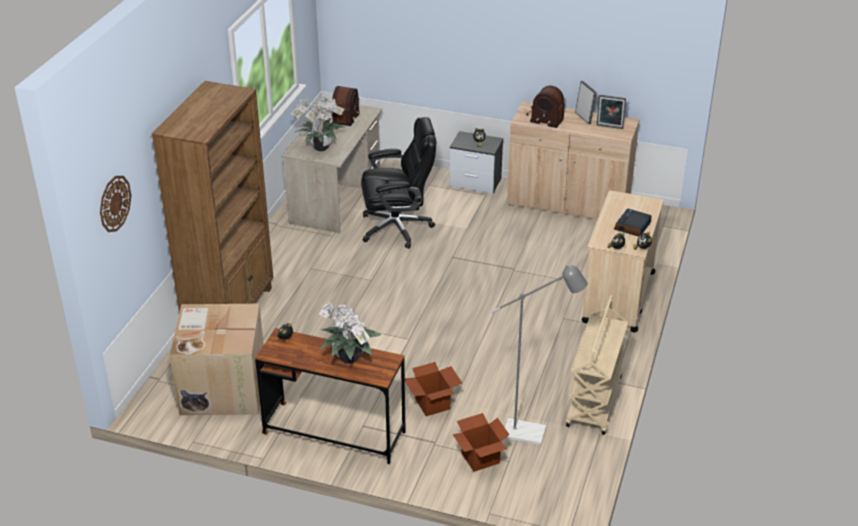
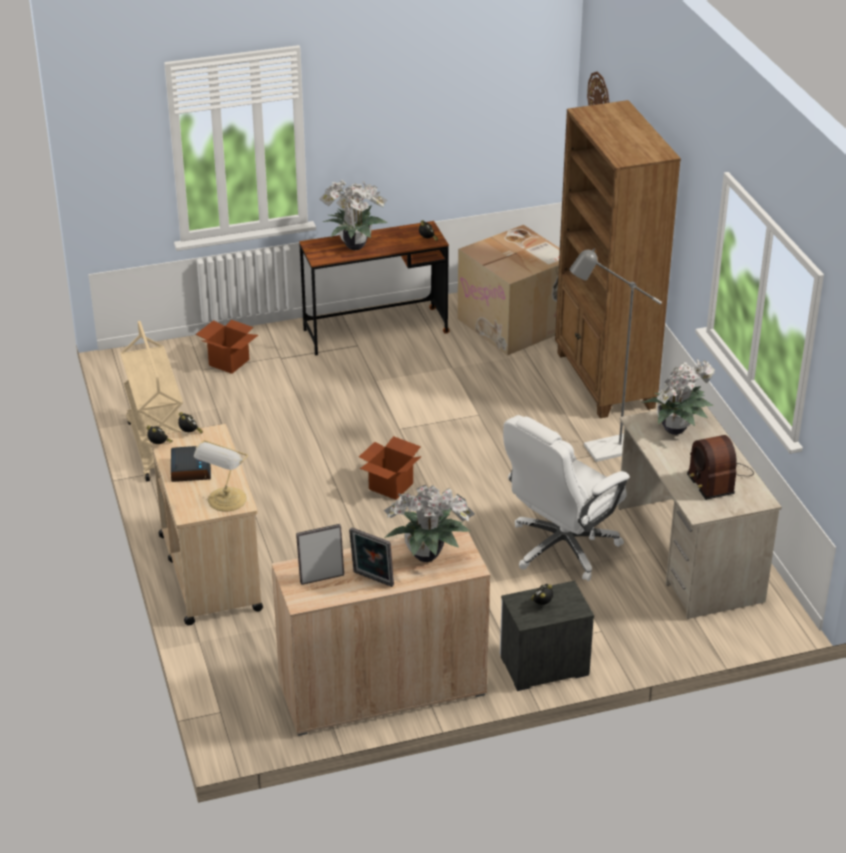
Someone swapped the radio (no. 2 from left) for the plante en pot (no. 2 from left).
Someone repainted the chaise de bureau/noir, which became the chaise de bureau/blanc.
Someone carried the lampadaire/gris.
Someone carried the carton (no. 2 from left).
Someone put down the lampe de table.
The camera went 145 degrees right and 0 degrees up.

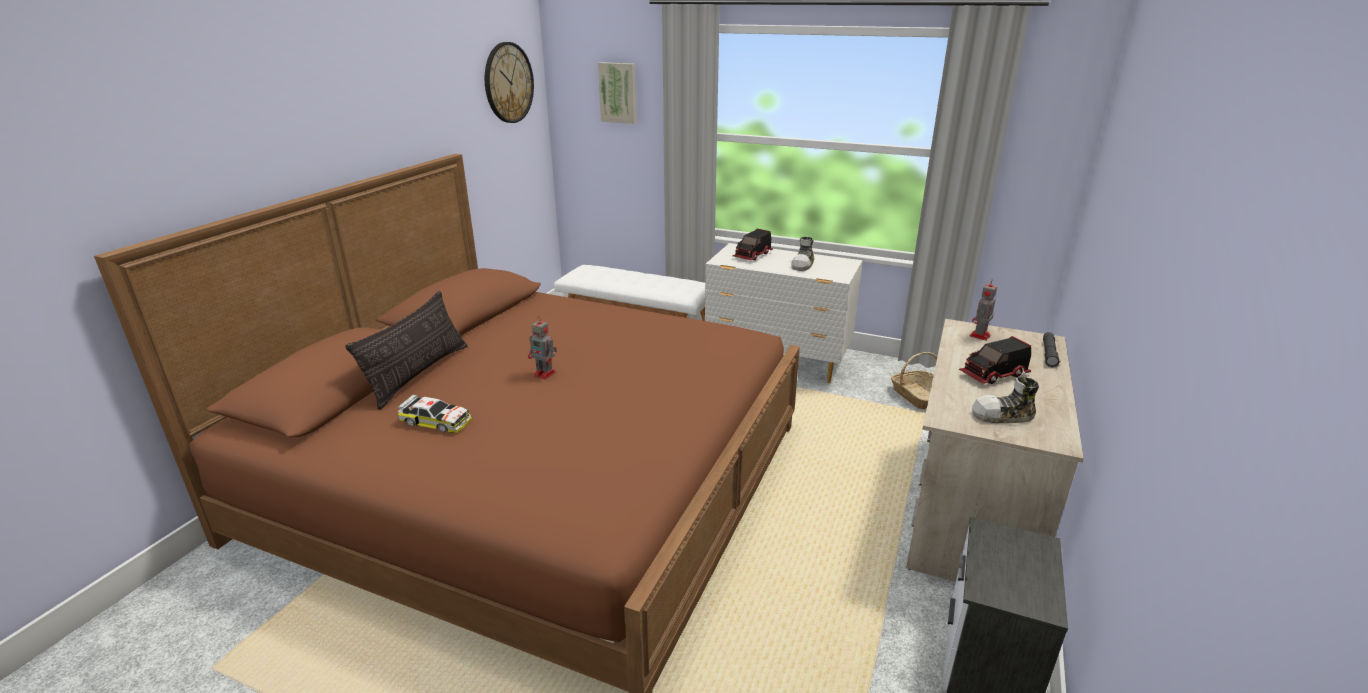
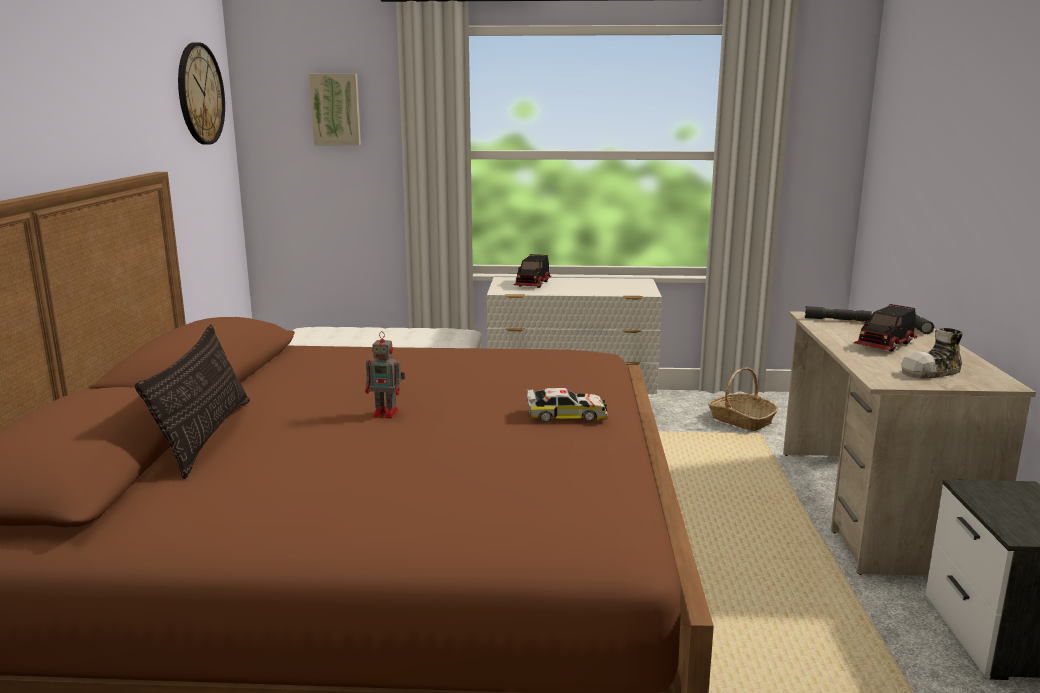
Someone took away the chaussure (no. 1 from left).
Someone swapped the robot jouet (no. 2 from left) for the lampe de poche/gris (no. 1 from left).
Someone carried the petite voiture.
The camera went 20 degrees left and 10 degrees down.

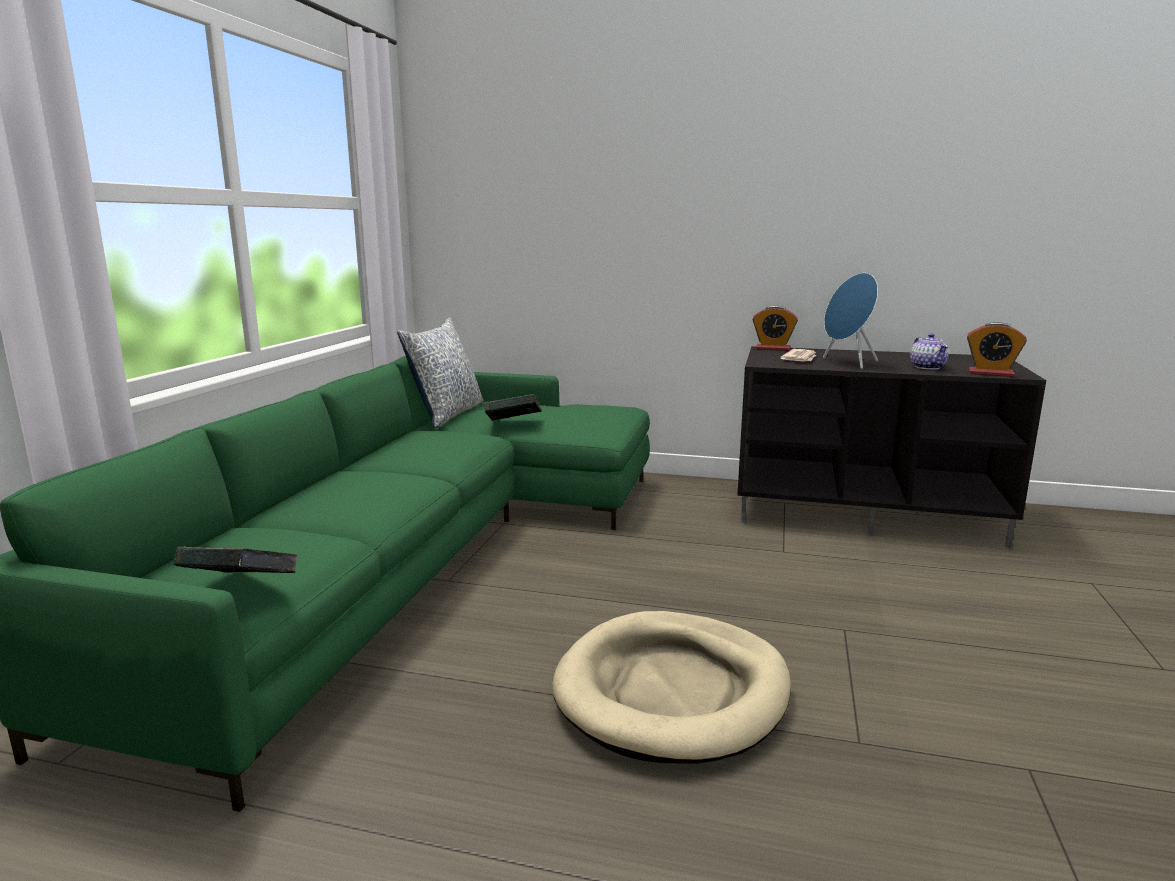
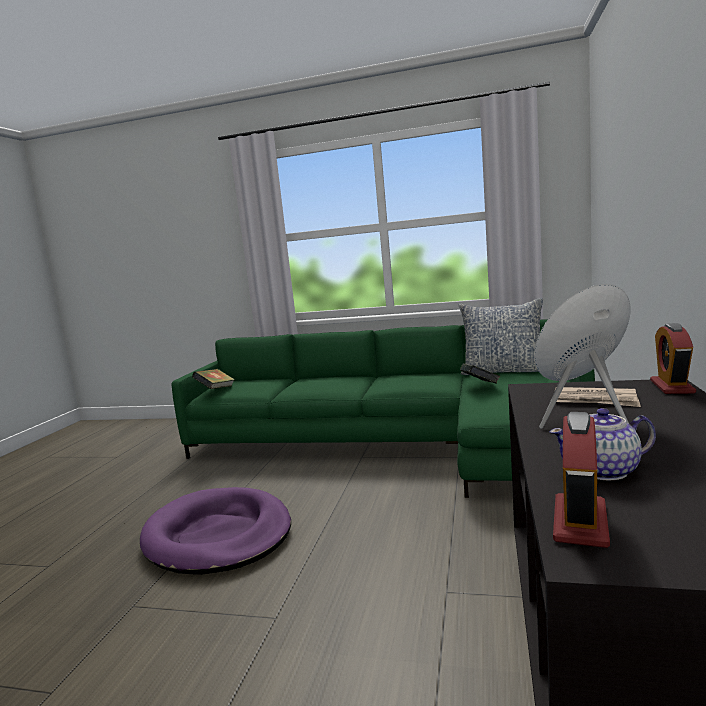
Someone repainted the panier pour chien/beige, which became the panier pour chien/violet.
The camera went 90 degrees right and 5 degrees down.

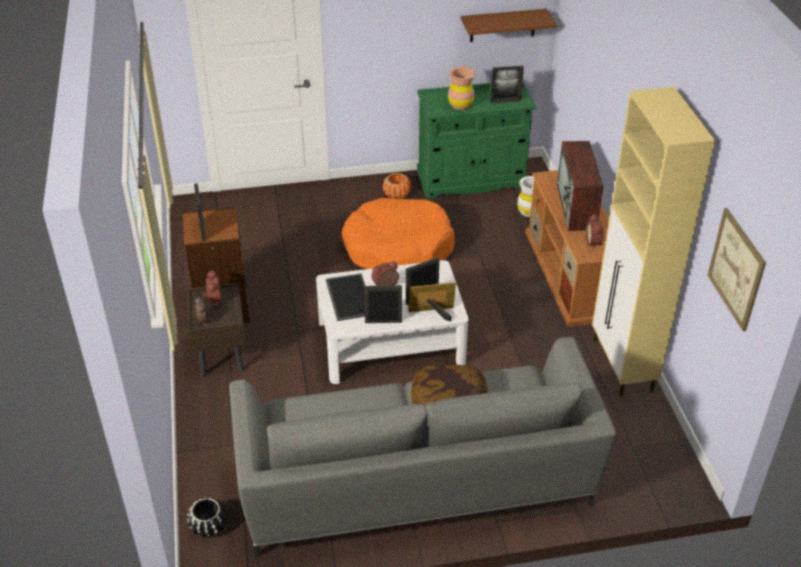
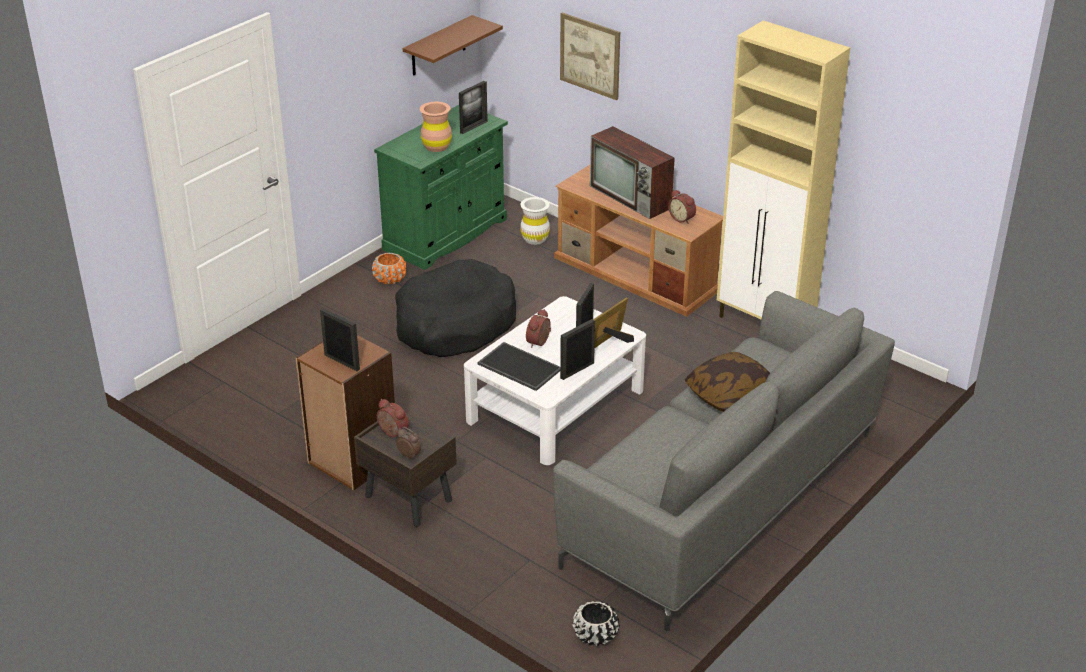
Someone repainted the panier pour chien/orange, which became the panier pour chien/noir.
Someone carried the tableau.
The camera went 40 degrees left and 5 degrees down.

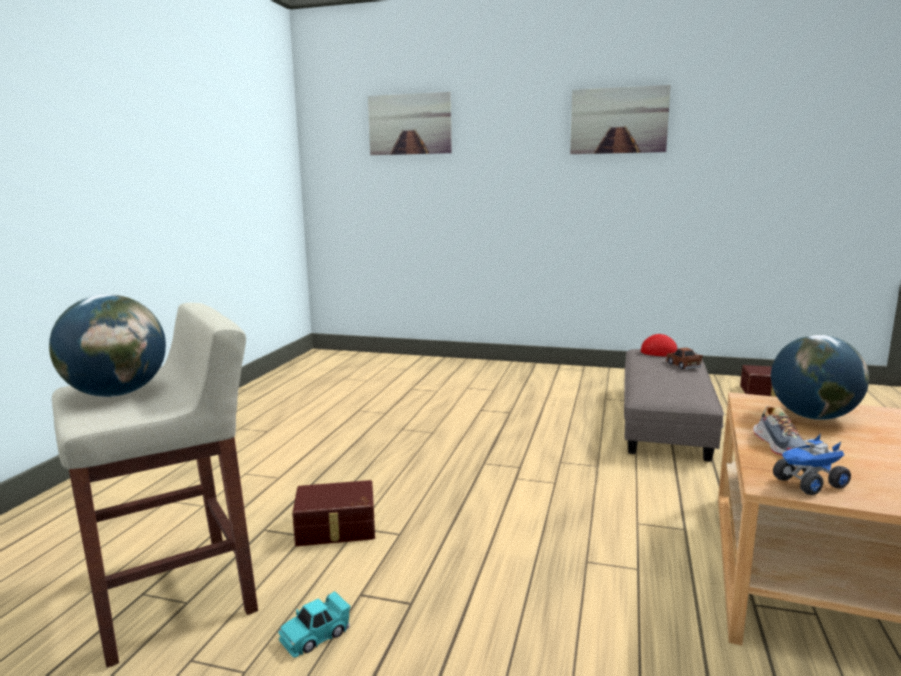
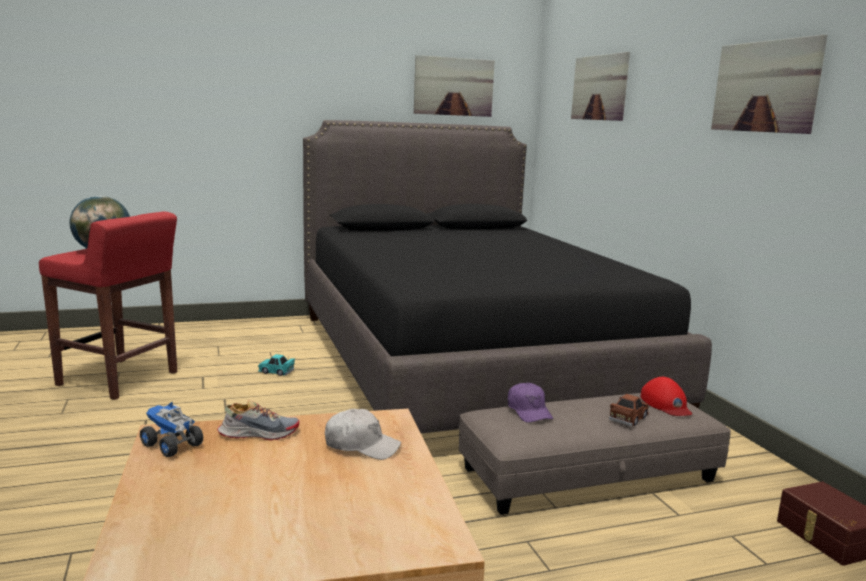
Someone repainted the tabouret/beige, which became the tabouret/rouge.
Someone swapped the globe (no. 2 from left) for the casquette/blanc.
Someone rotated the chaussure by 150 degrees counterclockwise.
Someone took away the boîte de rangement/marron (no. 1 from left).
Someone carried the petite voiture/turquoise.
Someone put up the tableau (no. 1 from left).
Someone put down the lit/noir.
Someone put down the casquette/violet.
The camera went 55 degrees right and 0 degrees up.

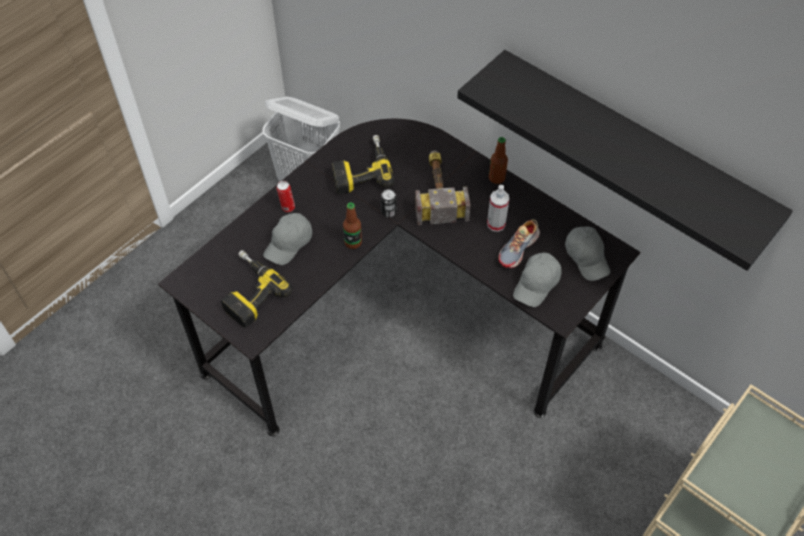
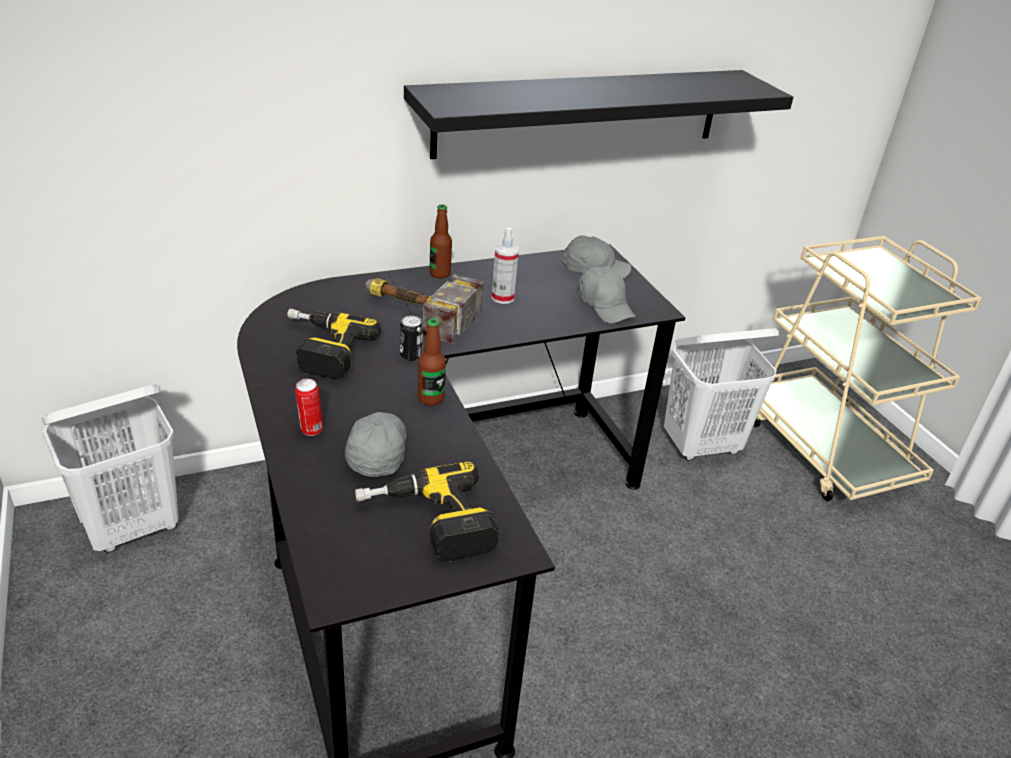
Someone rotated the casquette/gris (no. 1 from left) by 150 degrees counterclockwise.
Someone took away the chaussure.
Someone put down the panier à linge/blanc (no. 2 from left).
The camera went 65 degrees left and 20 degrees down.

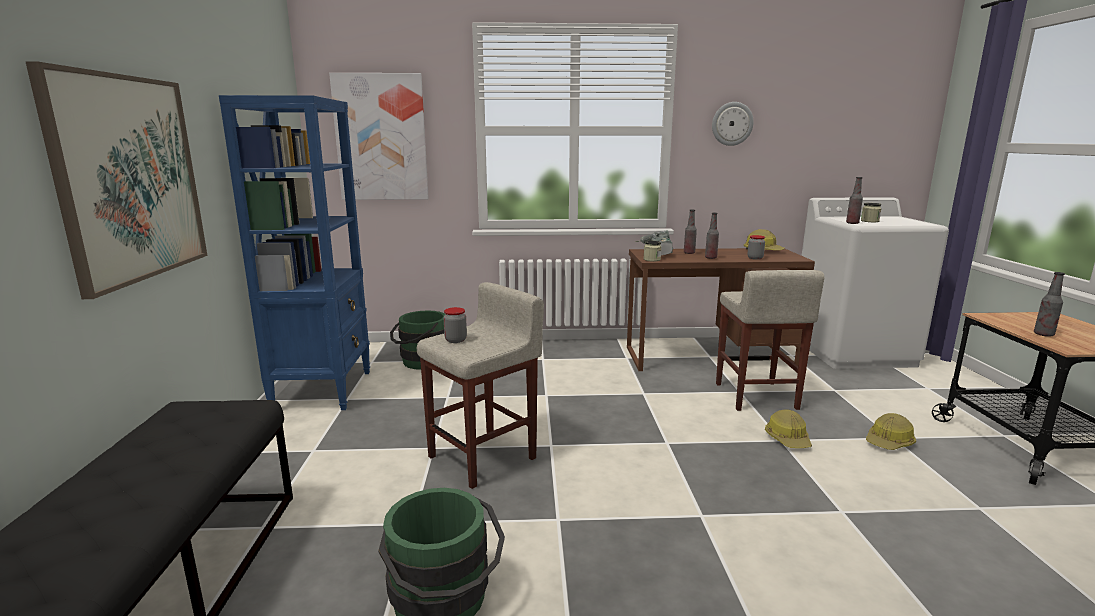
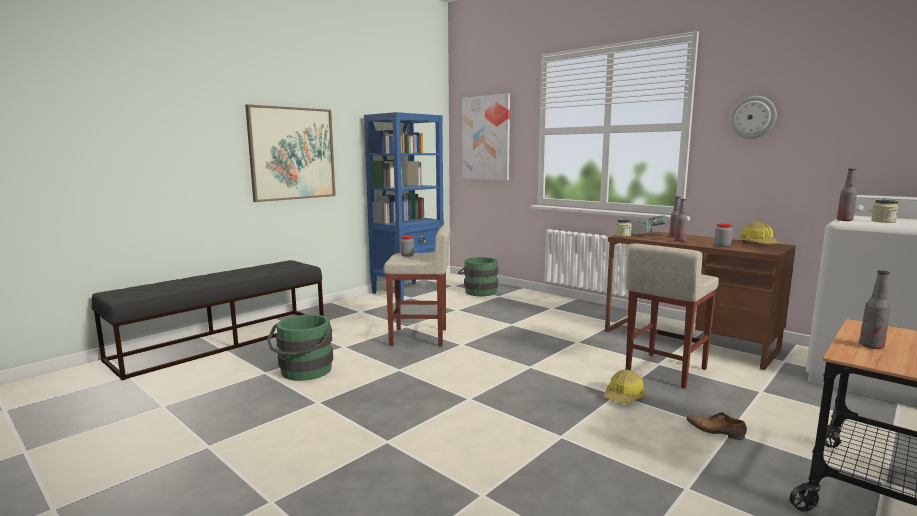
Someone swapped the casque de chantier (no. 3 from left) for the chaussure.
The camera went 45 degrees right and 5 degrees down.

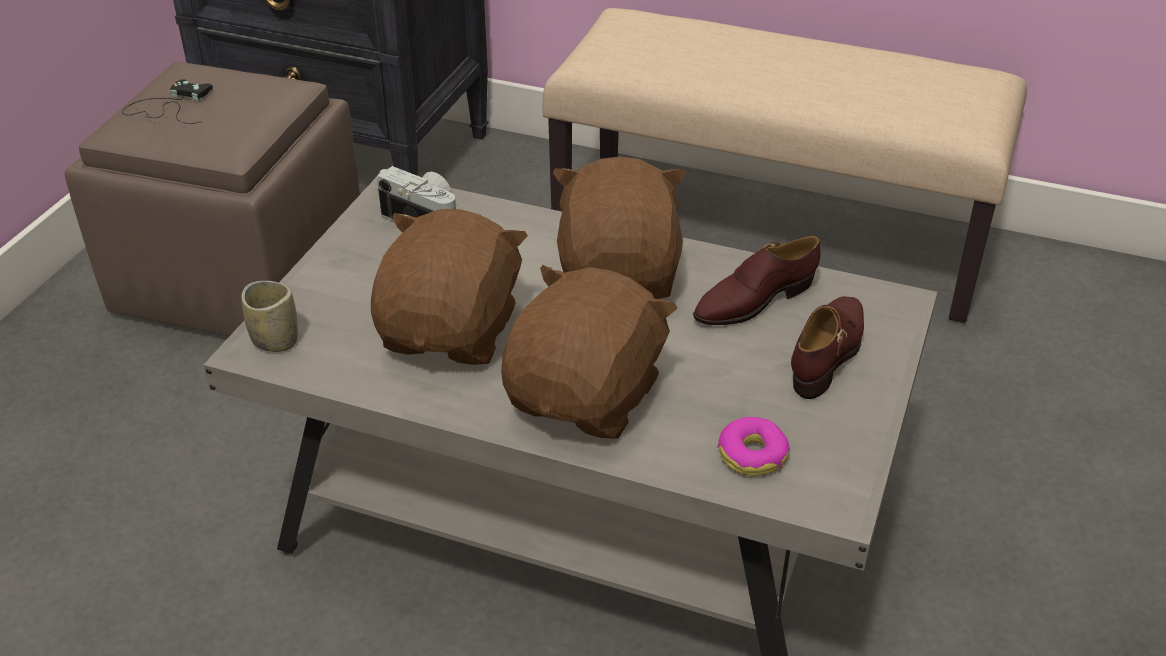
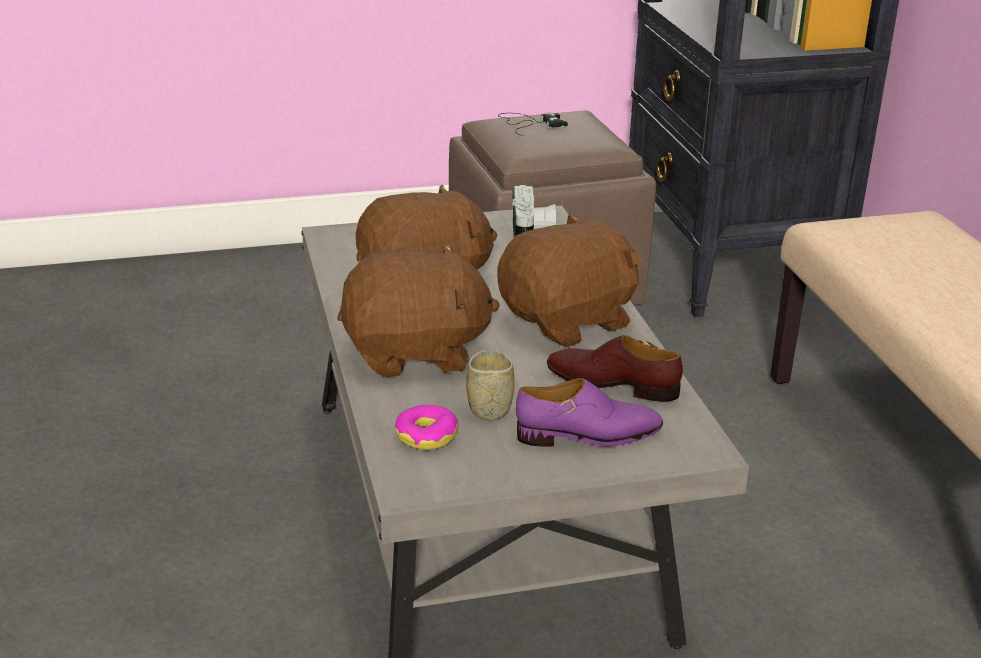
Someone carried the tasse.
Someone repainted the chaussure/marron (no. 2 from left), which became the chaussure/violet.
The camera went 55 degrees right and 10 degrees down.

